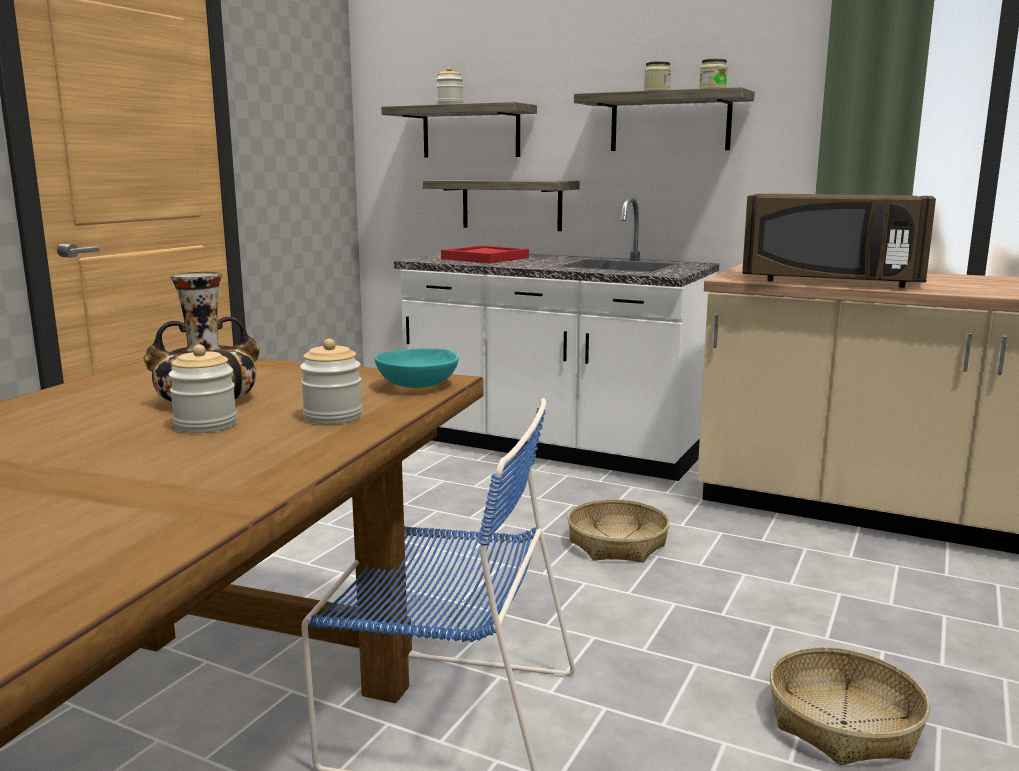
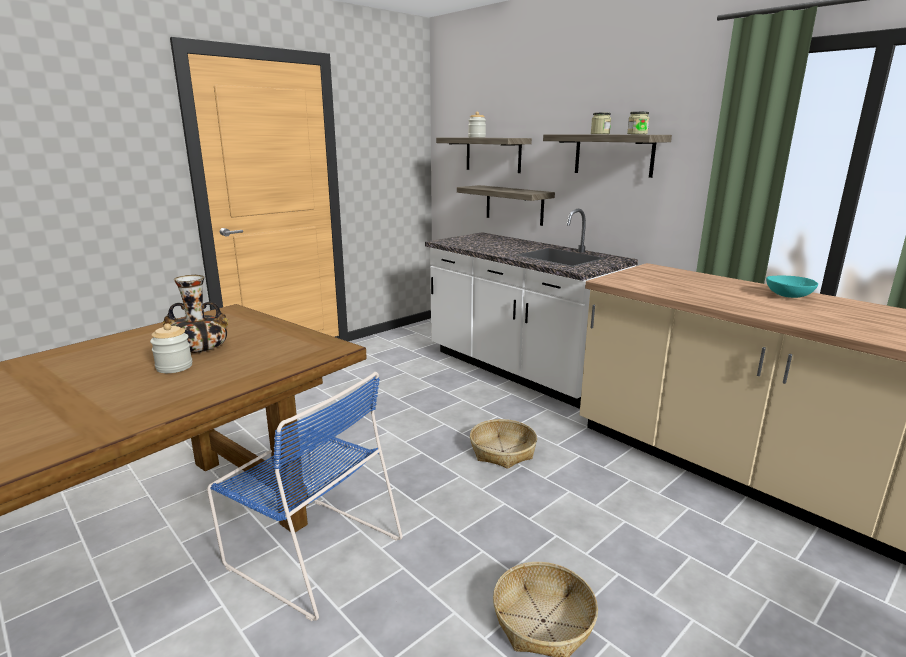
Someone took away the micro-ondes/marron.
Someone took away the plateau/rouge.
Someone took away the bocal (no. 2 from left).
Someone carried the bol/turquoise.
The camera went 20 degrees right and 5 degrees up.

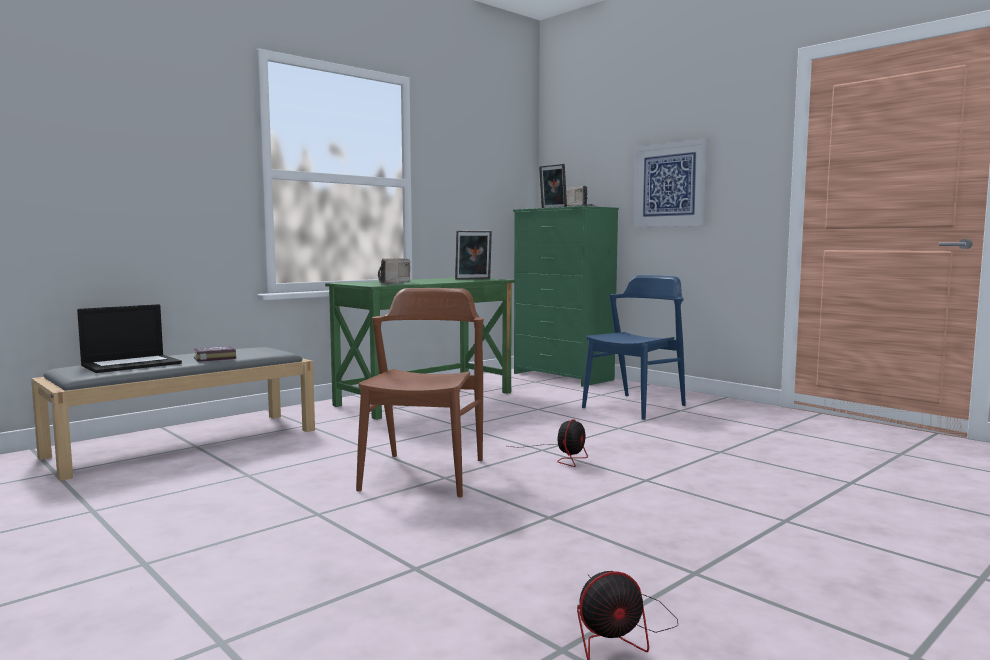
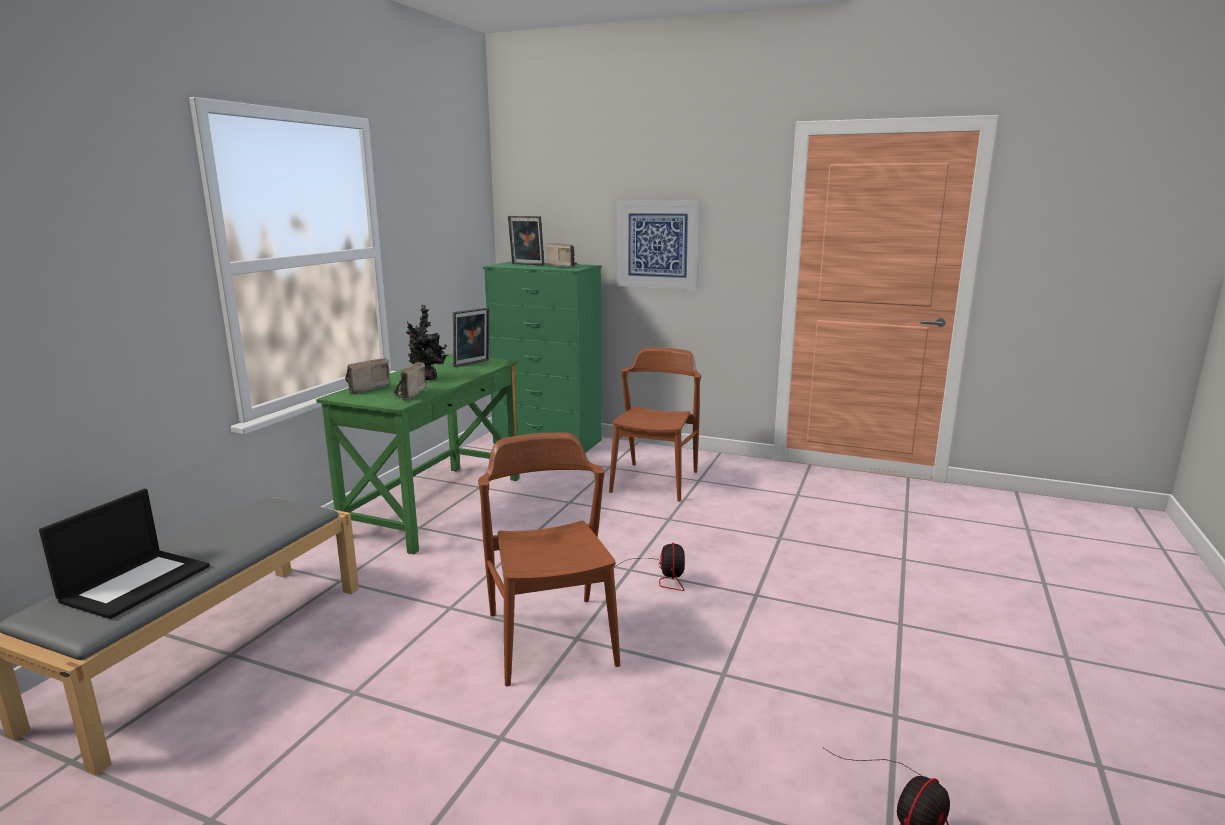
Someone repainted the chaise/bleu, which became the chaise/marron (no. 2 from left).
Someone took away the livre.
Someone put down the plante en pot.
Someone put down the radio (no. 1 from left).
The camera went 25 degrees left and 10 degrees up.

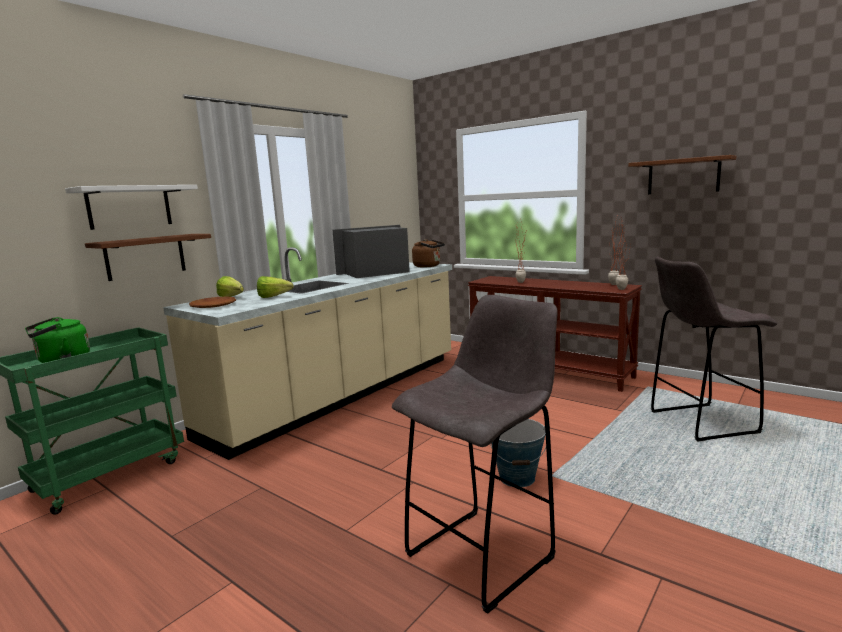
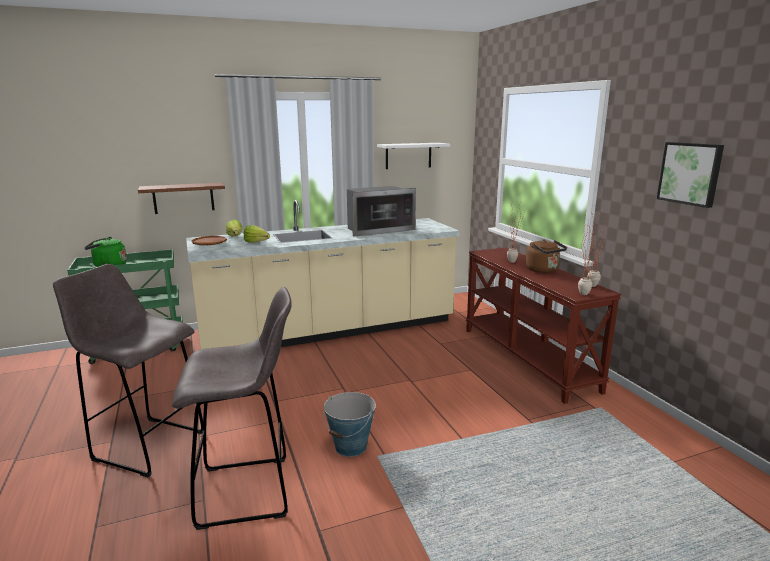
Someone swapped the étagère/marron (no. 2 from left) for the tableau.
Someone carried the étagère/blanc.
Someone rotated the micro-ondes by 150 degrees clockwise.
Someone carried the bouilloire/marron.
Someone carried the tabouret/gris (no. 2 from left in the first image).
The camera went 30 degrees right and 5 degrees up.

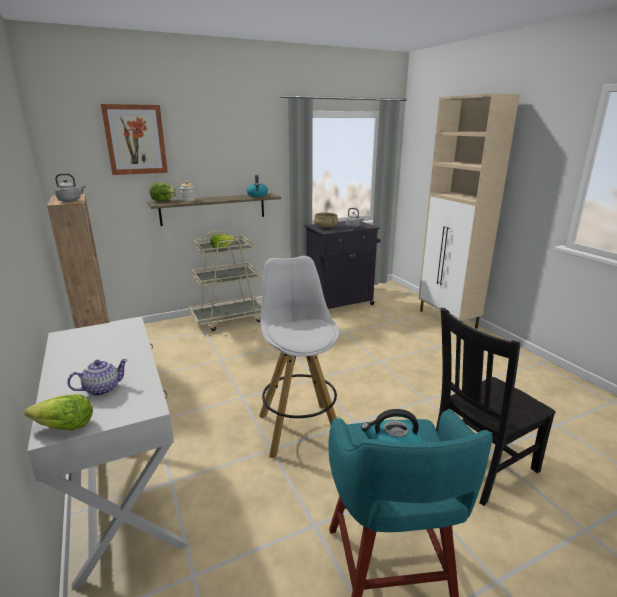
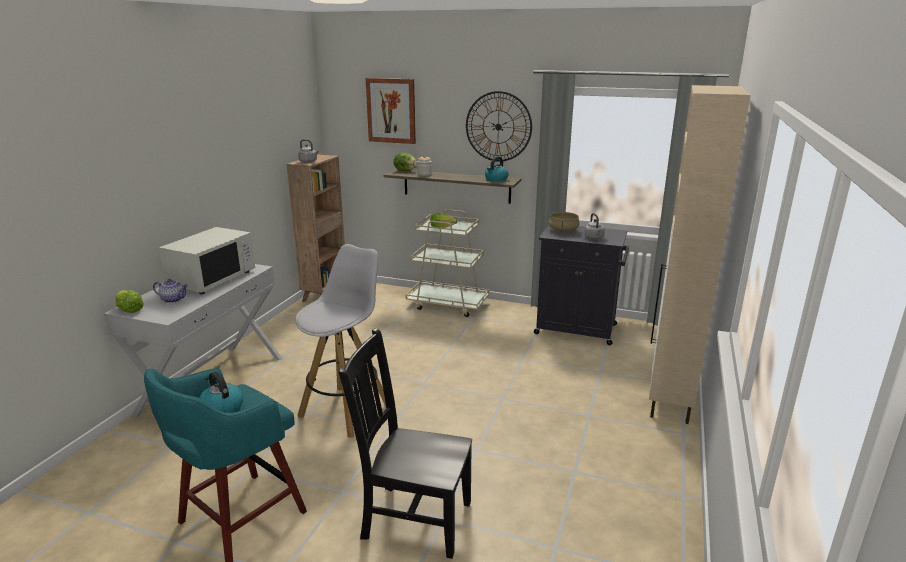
Someone put up the horloge murale.
Someone put down the micro-ondes/blanc.
The camera went 45 degrees right and 0 degrees up.

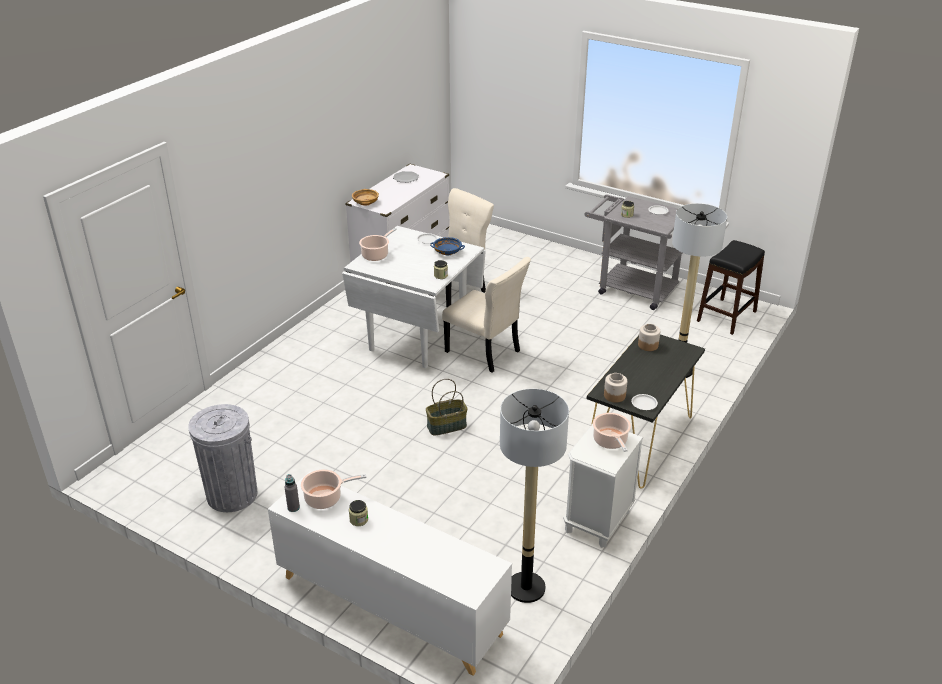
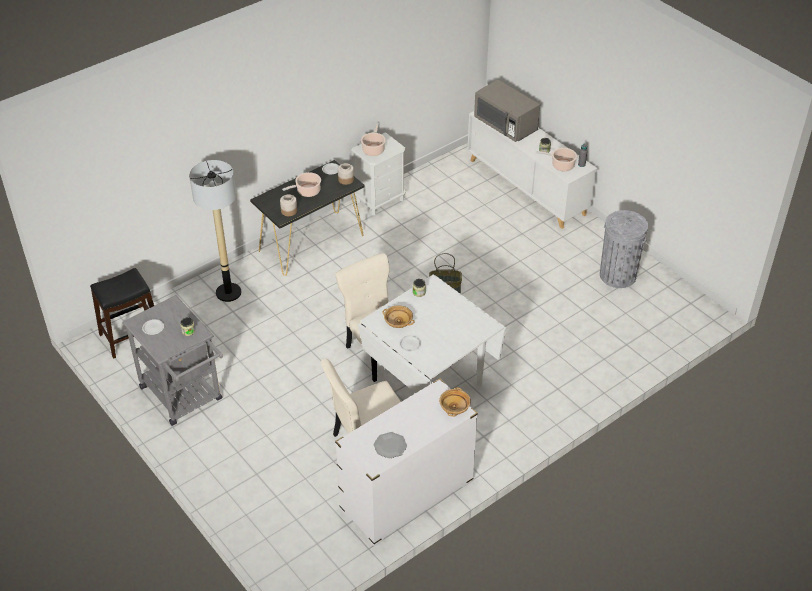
Someone carried the marmite (no. 2 from left in the first image).
Someone repainted the bol/bleu, which became the bol/beige (no. 1 from left).
Someone took away the lampadaire (no. 1 from left).
Someone put down the micro-ondes/gris.
The camera went 160 degrees left and 10 degrees up.

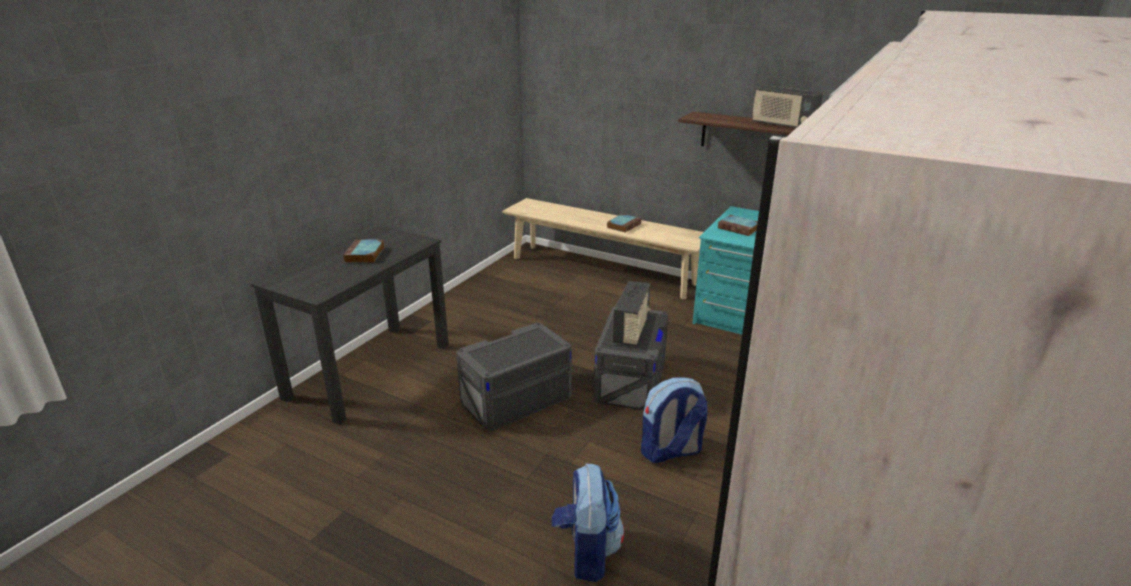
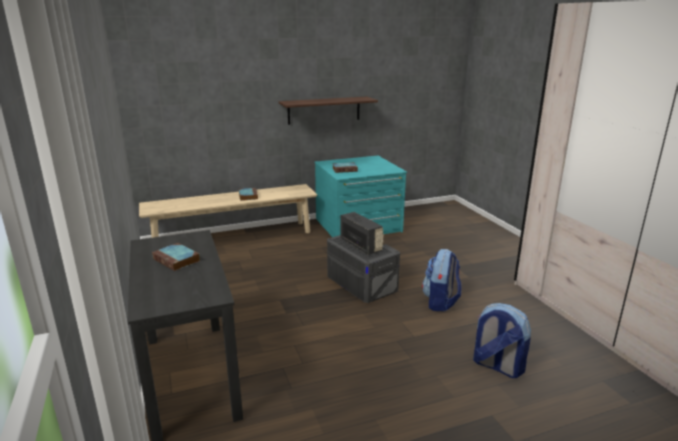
Someone took away the radio (no. 2 from left).
Someone took away the boîte de rangement/gris (no. 1 from left).
The camera went 50 degrees left and 5 degrees down.

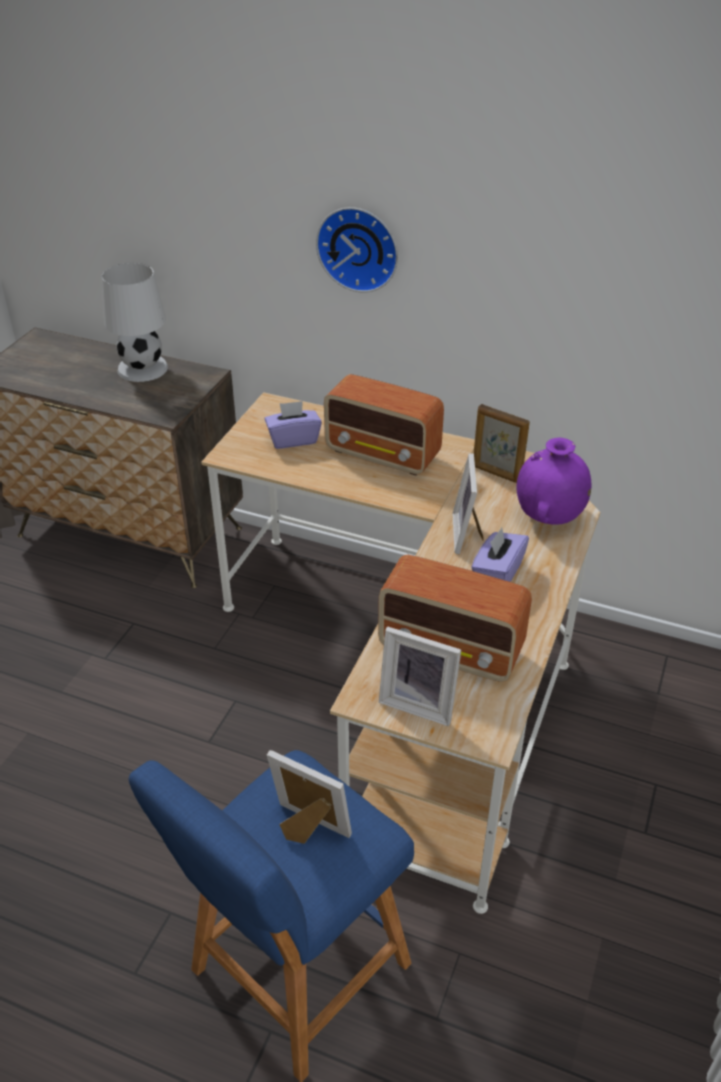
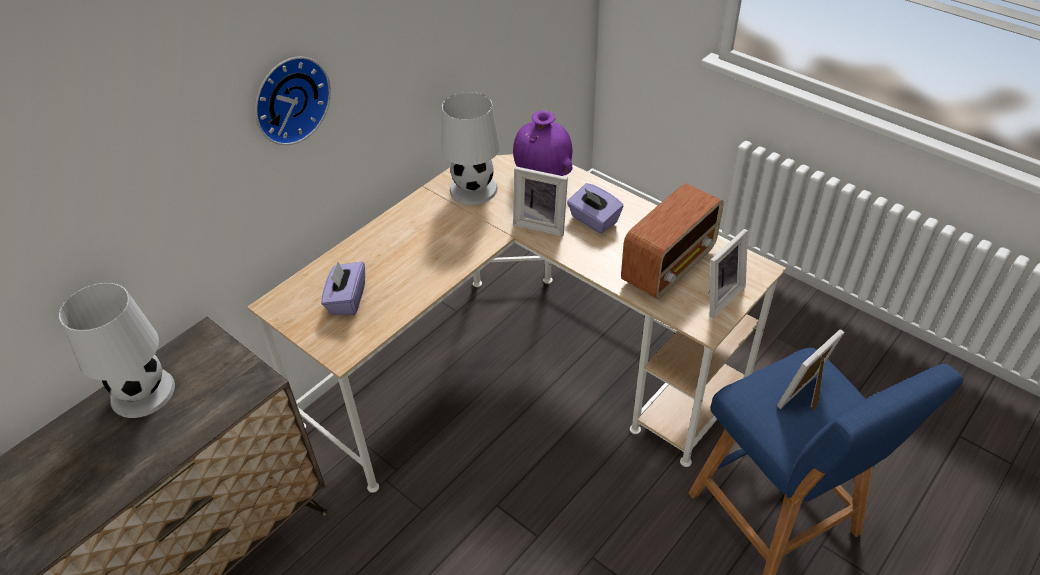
Someone took away the radio (no. 1 from left).
Someone swapped the cadre photo (no. 4 from left) for the lampe de table/blanc (no. 2 from left).
The camera went 70 degrees left and 5 degrees up.

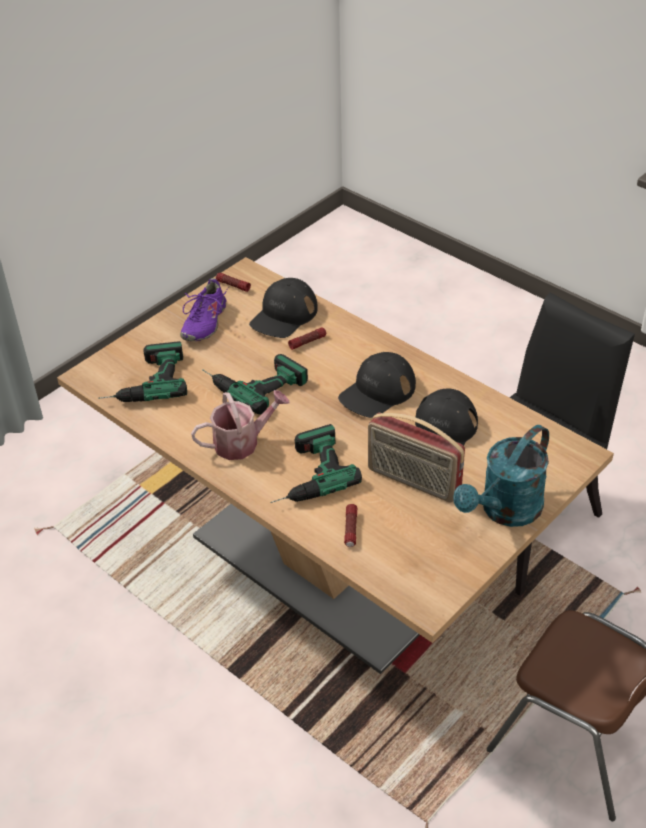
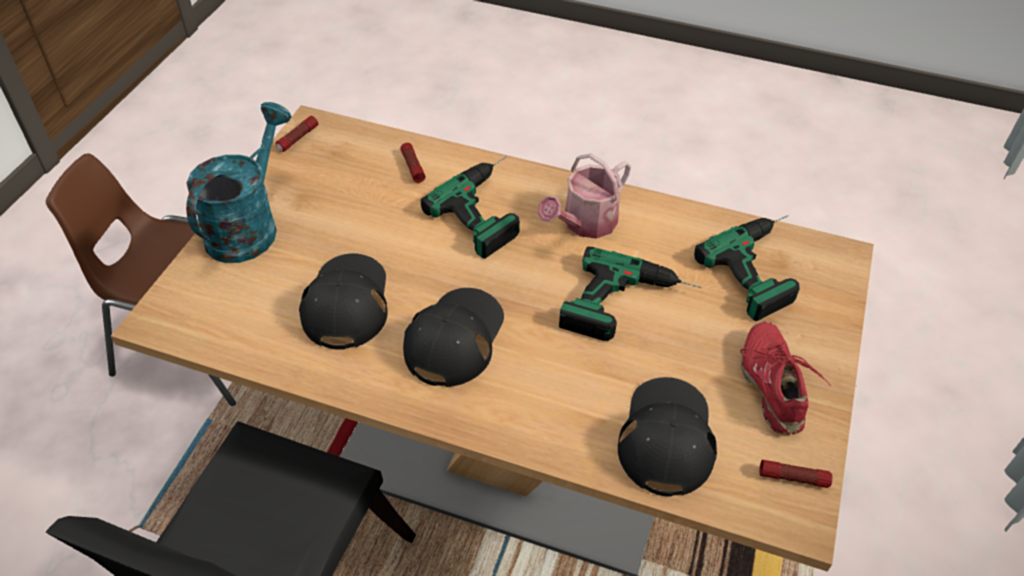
Someone repainted the chaussure/violet, which became the chaussure/rouge.
Someone carried the lampe de poche (no. 2 from left in the first image).
Someone took away the radio.
The camera went 155 degrees right and 5 degrees up.

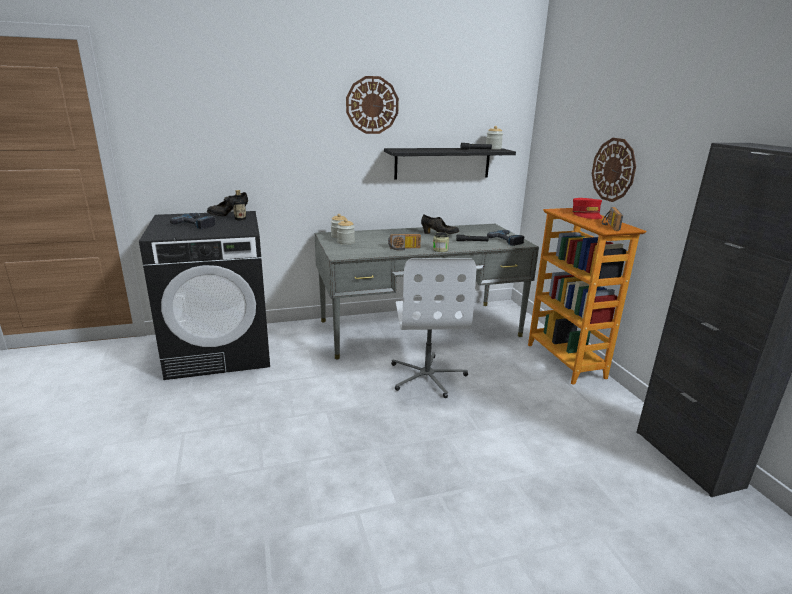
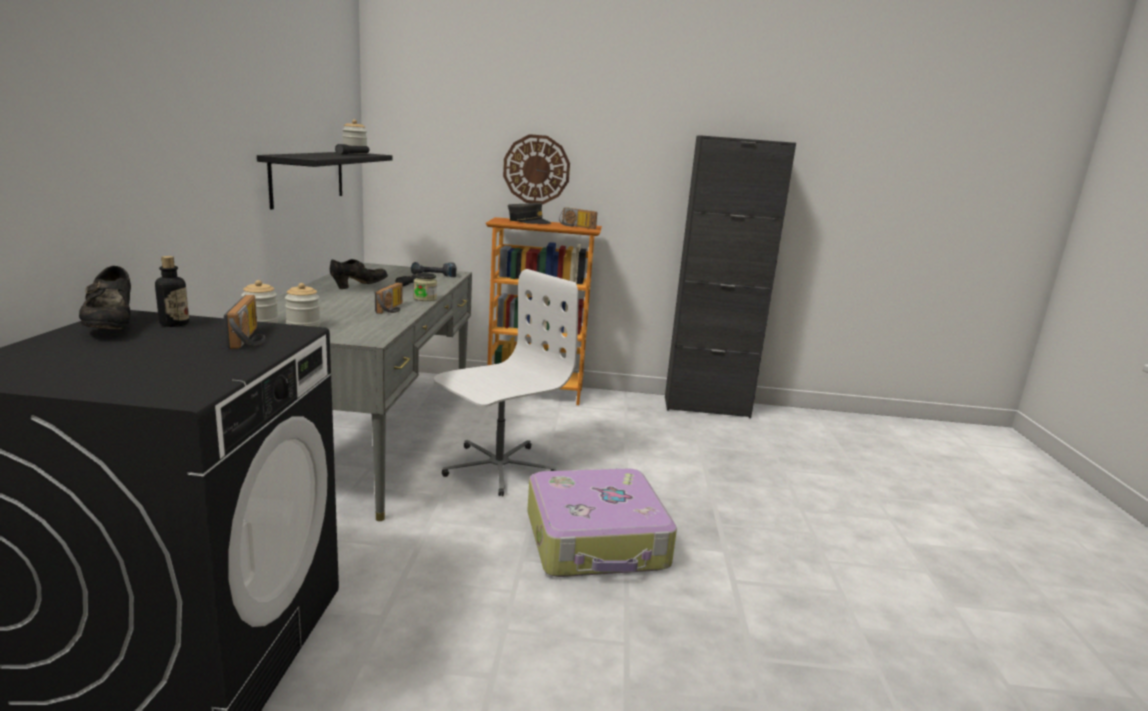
Someone took away the horloge murale (no. 1 from left).
Someone repainted the casquette/rouge, which became the casquette/gris.
Someone took away the perceuse (no. 1 from left).
Someone rotated the chaise de bureau/blanc by 60 degrees counterclockwise.
Someone put down the radio (no. 1 from left).
Someone put down the valise.
The camera went 70 degrees left and 5 degrees down.

